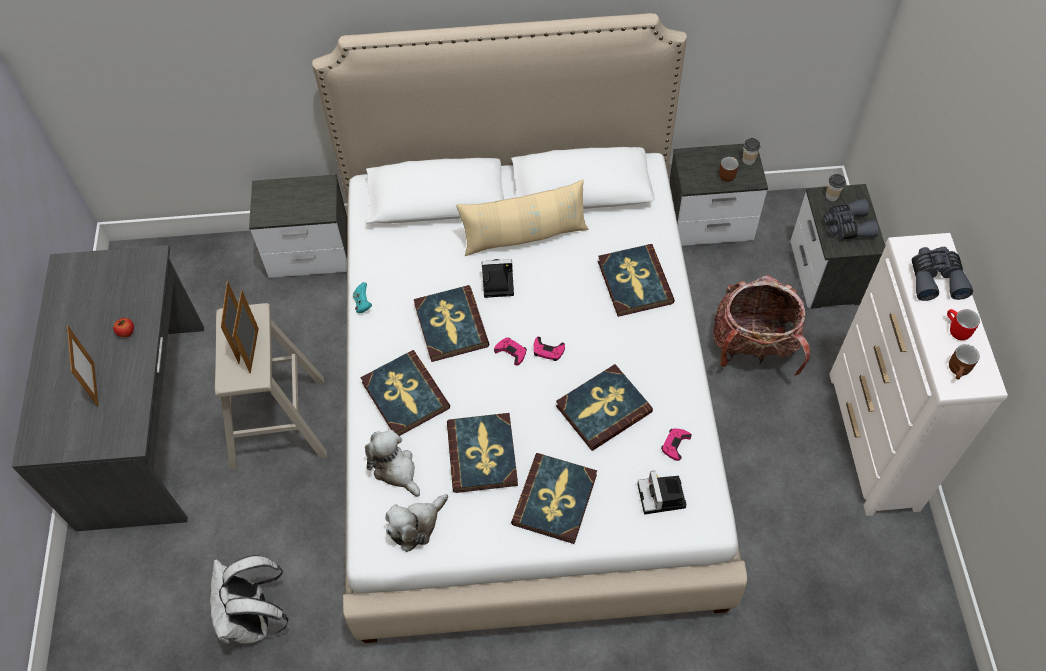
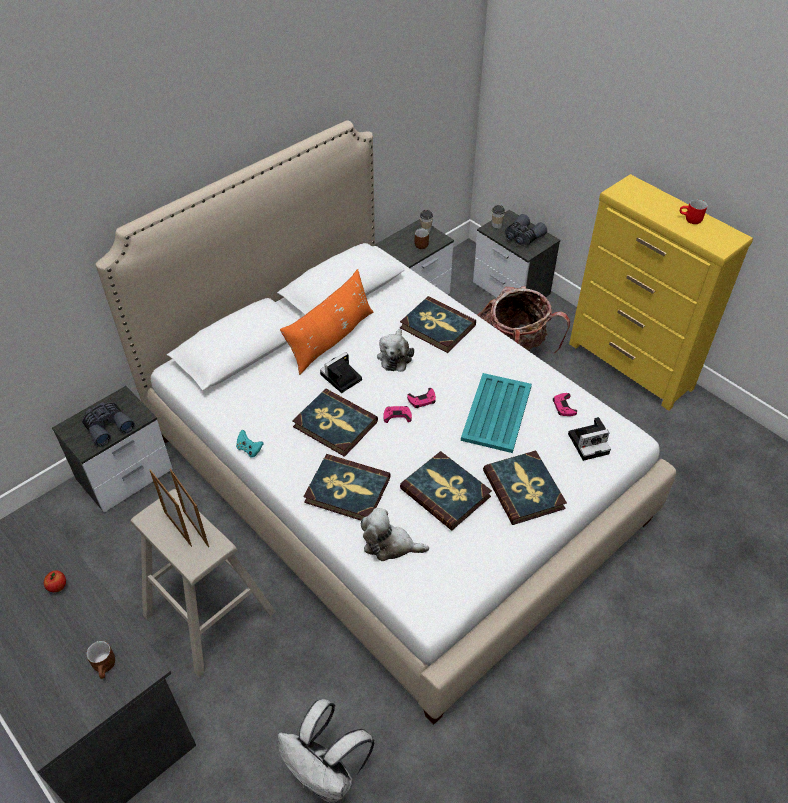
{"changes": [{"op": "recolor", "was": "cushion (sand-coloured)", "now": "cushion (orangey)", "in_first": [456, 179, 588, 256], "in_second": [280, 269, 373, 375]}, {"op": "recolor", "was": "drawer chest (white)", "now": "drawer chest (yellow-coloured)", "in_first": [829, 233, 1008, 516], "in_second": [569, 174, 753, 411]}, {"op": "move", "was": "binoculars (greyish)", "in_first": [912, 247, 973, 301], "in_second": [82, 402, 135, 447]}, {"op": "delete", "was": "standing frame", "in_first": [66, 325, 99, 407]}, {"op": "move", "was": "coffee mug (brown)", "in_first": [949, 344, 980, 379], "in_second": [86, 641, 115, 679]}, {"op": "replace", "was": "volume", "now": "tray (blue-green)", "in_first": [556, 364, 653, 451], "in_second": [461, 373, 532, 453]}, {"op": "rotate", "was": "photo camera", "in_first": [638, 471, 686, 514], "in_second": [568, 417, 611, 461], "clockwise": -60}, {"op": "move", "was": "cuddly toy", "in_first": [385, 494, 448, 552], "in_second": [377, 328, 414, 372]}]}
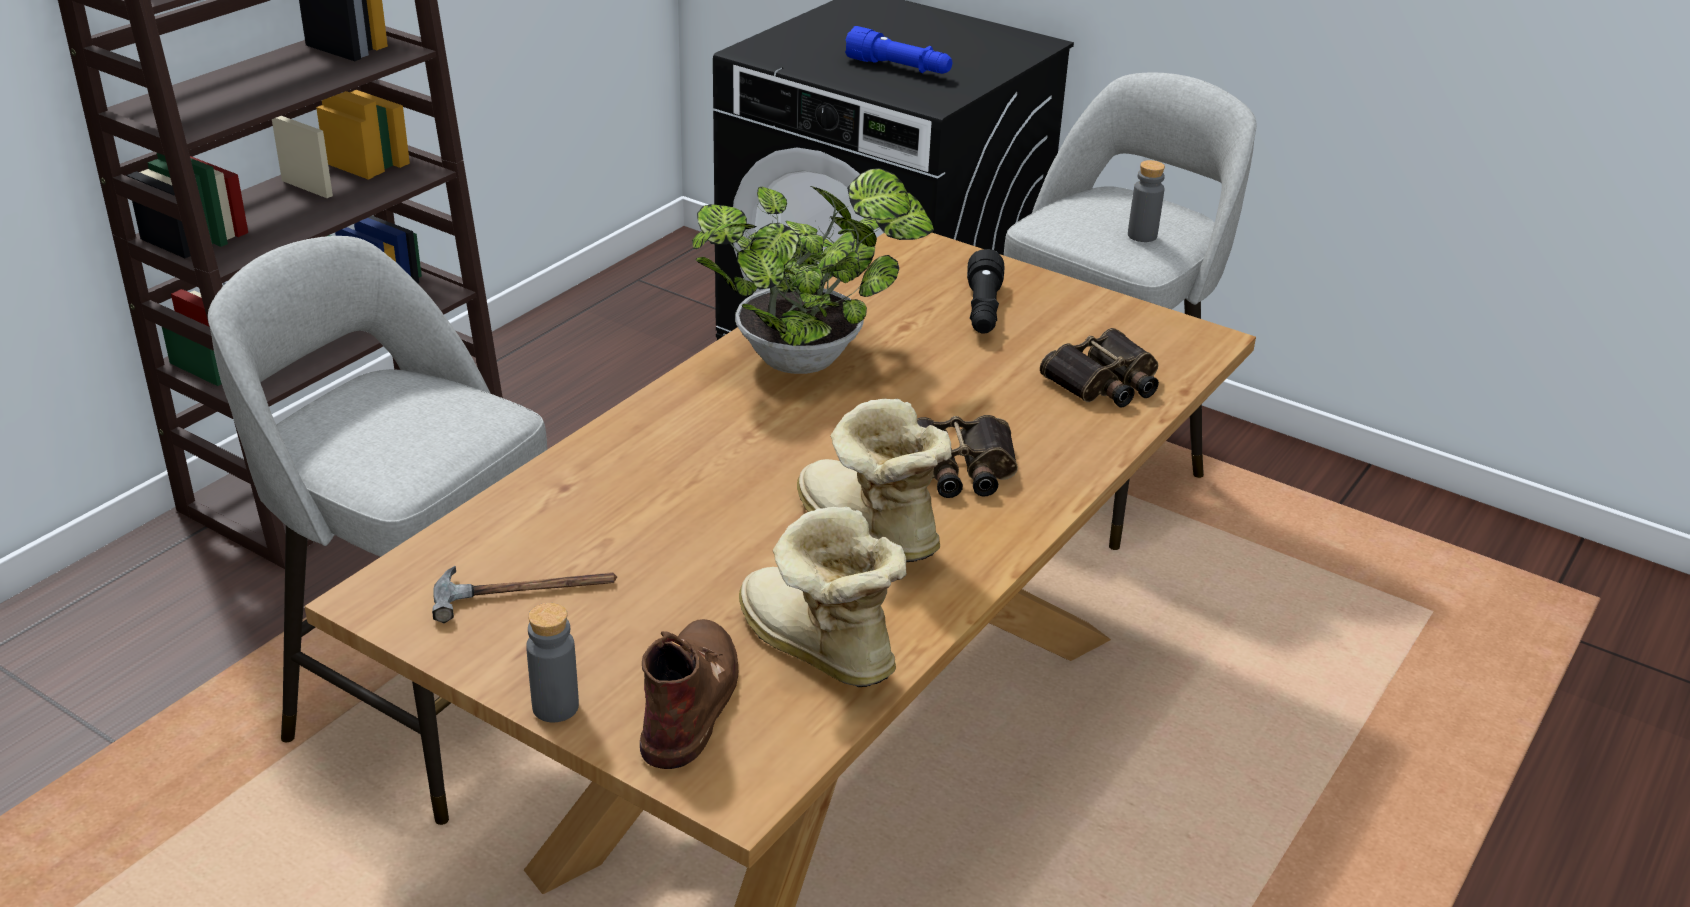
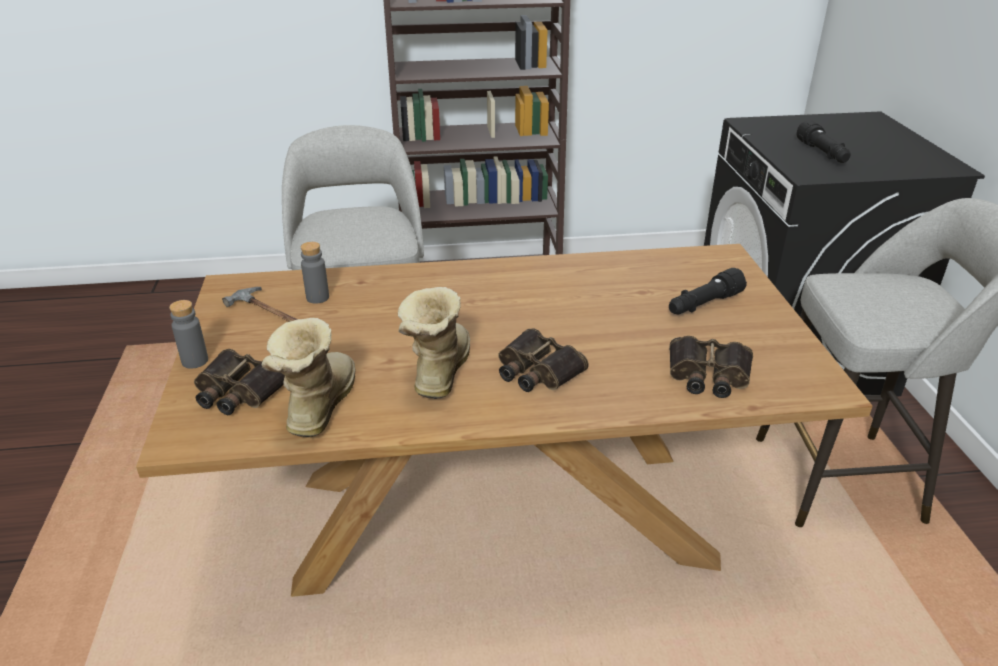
{"changes": [{"op": "recolor", "was": "torch (blue-coloured)", "now": "torch (black)", "in_first": [845, 26, 952, 74], "in_second": [796, 120, 851, 163]}, {"op": "move", "was": "bottle (greyish)", "in_first": [1128, 160, 1165, 242], "in_second": [301, 242, 329, 304]}, {"op": "delete", "was": "houseplant", "in_first": [692, 168, 934, 374]}, {"op": "replace", "was": "high-top boot (brown)", "now": "binoculars", "in_first": [640, 619, 738, 769], "in_second": [194, 349, 285, 415]}]}
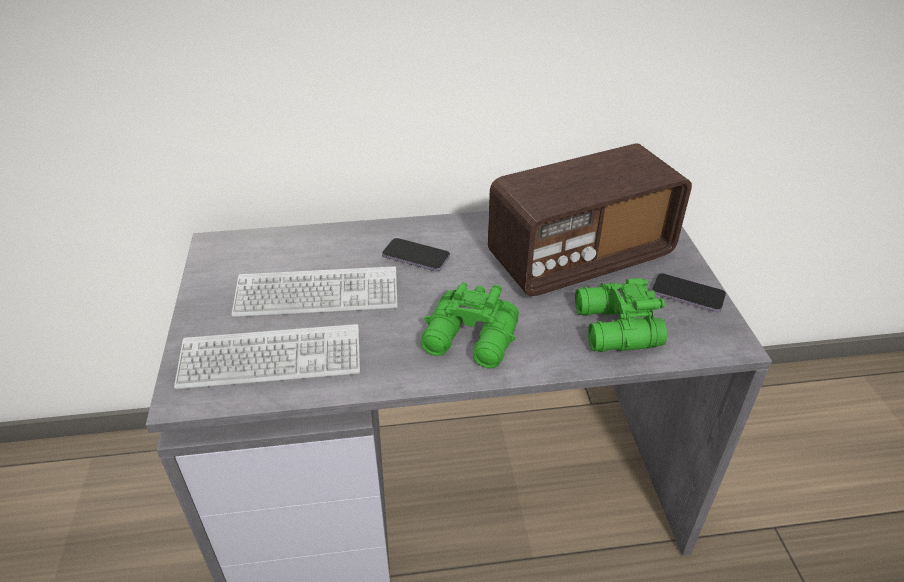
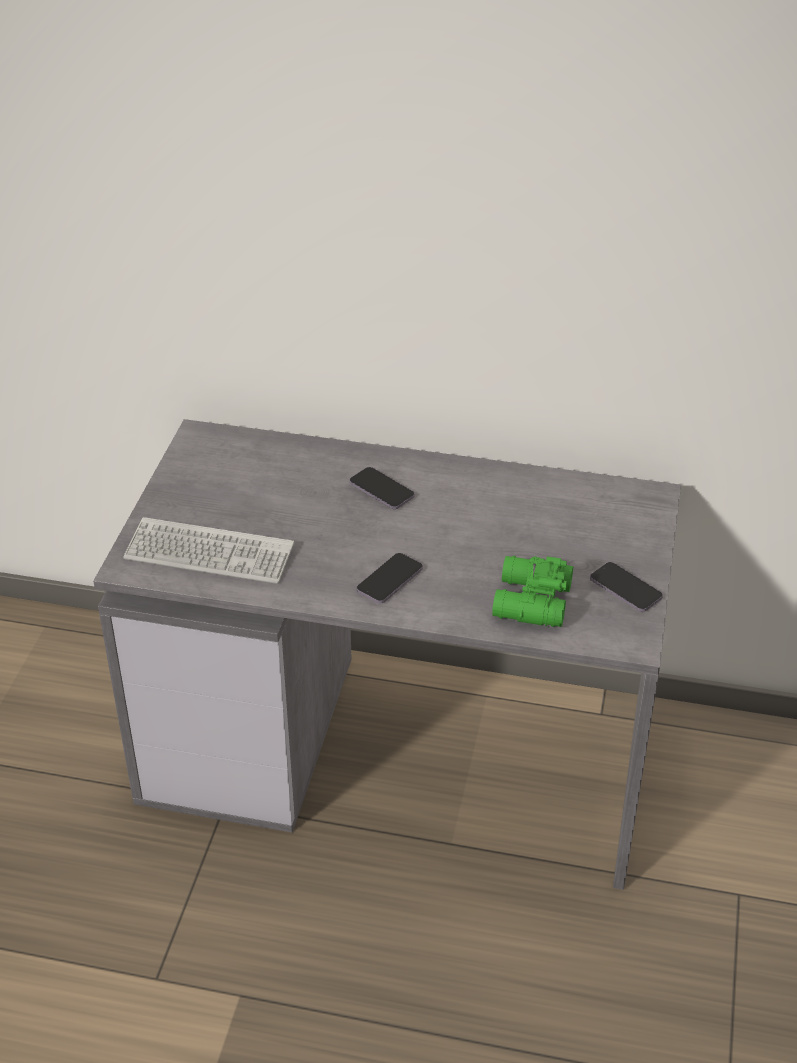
{"changes": [{"op": "delete", "was": "radio set", "in_first": [488, 144, 692, 296]}, {"op": "delete", "was": "keyboard", "in_first": [232, 266, 398, 318]}, {"op": "replace", "was": "binoculars (green-coloured)", "now": "phone", "in_first": [421, 282, 519, 368], "in_second": [357, 553, 423, 604]}]}
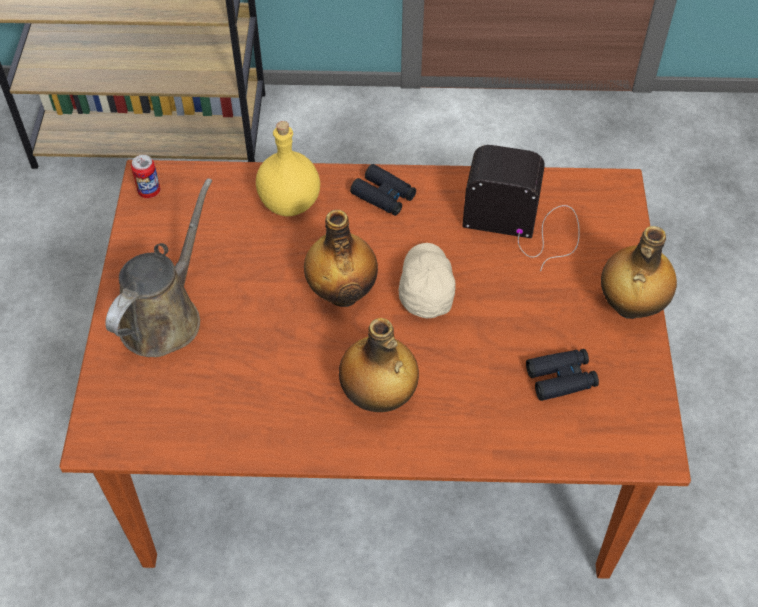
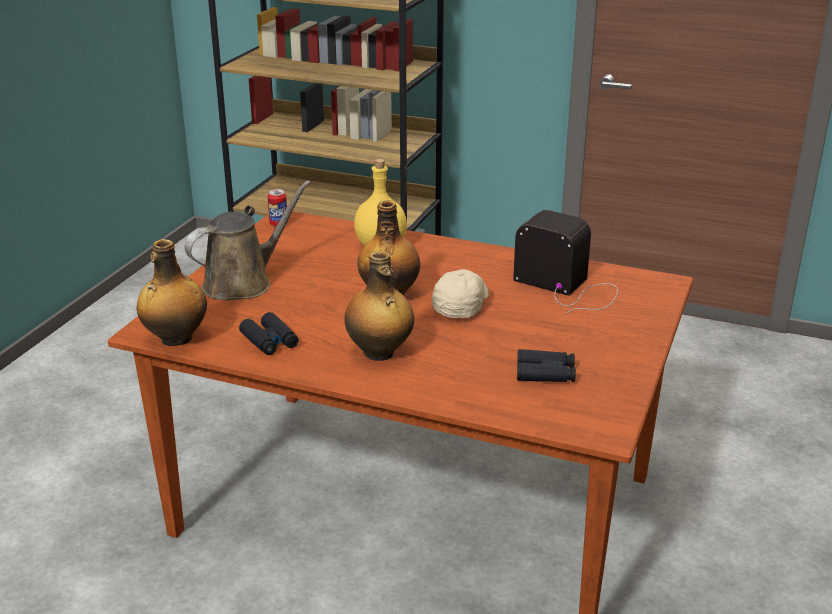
{"changes": [{"op": "move", "was": "binoculars (black)", "in_first": [350, 164, 416, 216], "in_second": [239, 312, 299, 355]}, {"op": "move", "was": "bottle", "in_first": [601, 226, 677, 319], "in_second": [137, 239, 207, 346]}]}
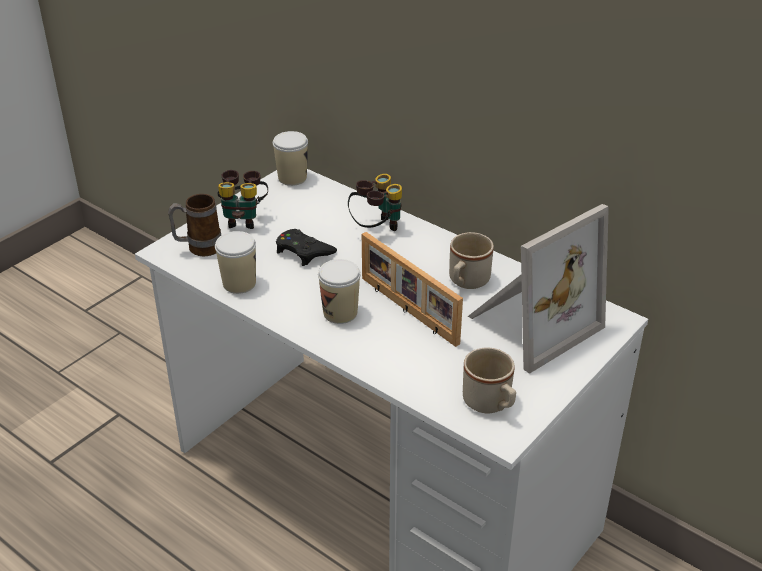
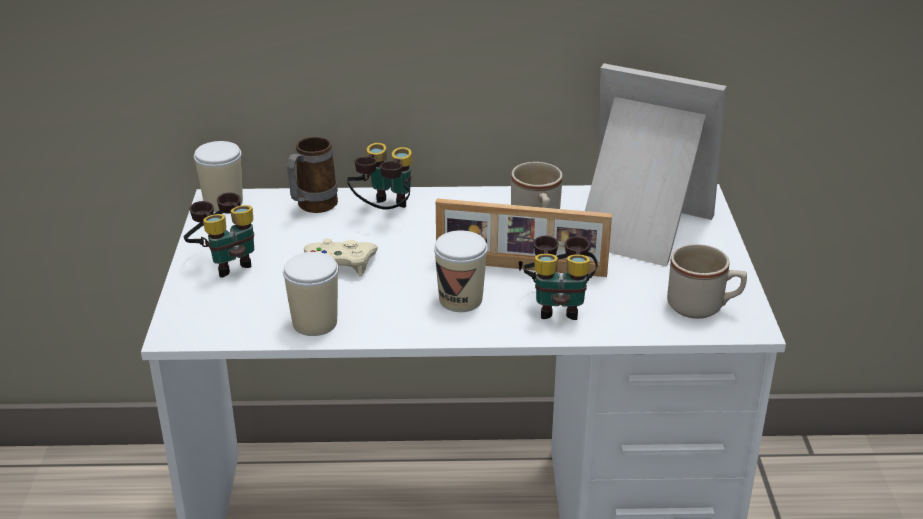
{"changes": [{"op": "move", "was": "coffee mug", "in_first": [168, 194, 221, 256], "in_second": [287, 137, 338, 213]}, {"op": "rotate", "was": "standing frame", "in_first": [468, 204, 609, 374], "in_second": [585, 63, 727, 266], "clockwise": -75}, {"op": "recolor", "was": "game controller (black)", "now": "game controller (sand-coloured)", "in_first": [276, 229, 337, 266], "in_second": [304, 238, 378, 276]}, {"op": "insert", "now": "binoculars", "in_second": [523, 236, 598, 320]}]}
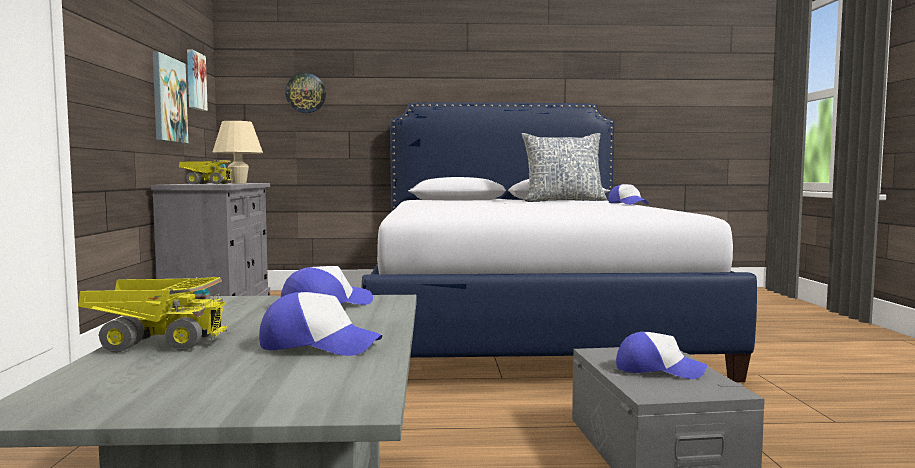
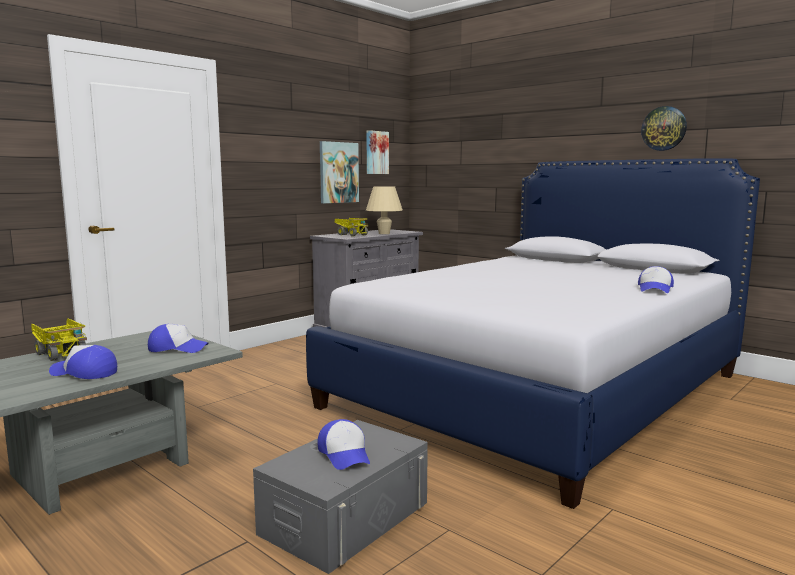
{"changes": [{"op": "move", "was": "wall clock", "in_first": [285, 73, 326, 113], "in_second": [641, 106, 687, 151]}, {"op": "delete", "was": "cushion", "in_first": [522, 133, 607, 202]}, {"op": "rotate", "was": "peaked cap", "in_first": [259, 292, 382, 356], "in_second": [49, 345, 117, 379], "clockwise": 135}]}
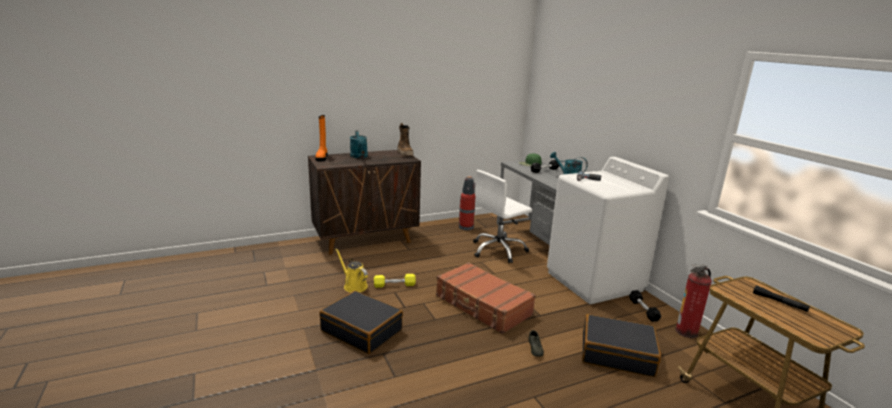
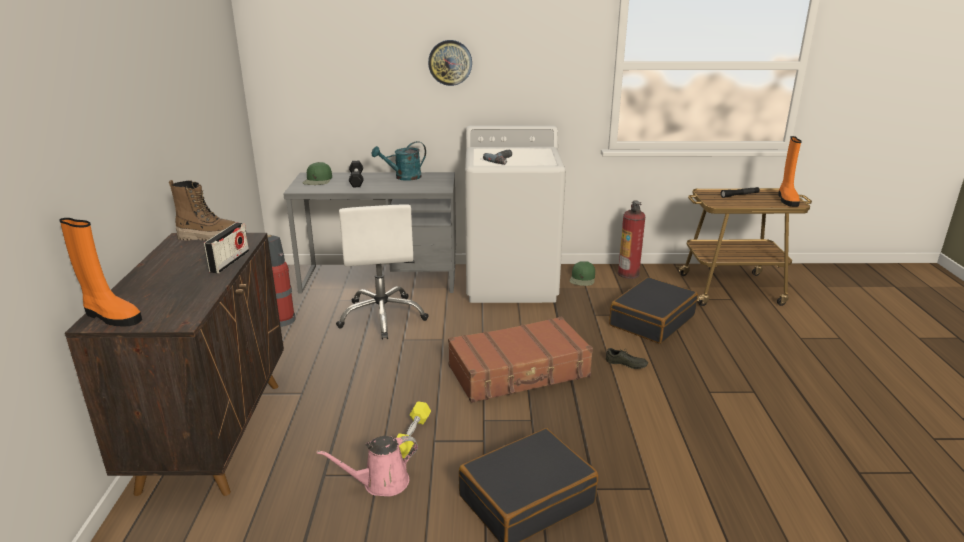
{"changes": [{"op": "delete", "was": "watering pot (blue-green)", "in_first": [350, 130, 368, 158]}, {"op": "recolor", "was": "watering pot (yellow-coloured)", "now": "watering pot (pink-coloured)", "in_first": [335, 248, 368, 293], "in_second": [317, 436, 418, 496]}, {"op": "replace", "was": "free weight (black)", "now": "peaked cap (green-coloured)", "in_first": [629, 290, 661, 322], "in_second": [570, 261, 595, 286]}, {"op": "insert", "now": "wall clock", "in_second": [428, 40, 472, 86]}, {"op": "insert", "now": "high-top boot (orangey)", "in_second": [778, 136, 802, 207]}, {"op": "insert", "now": "radio set", "in_second": [204, 222, 249, 273]}]}
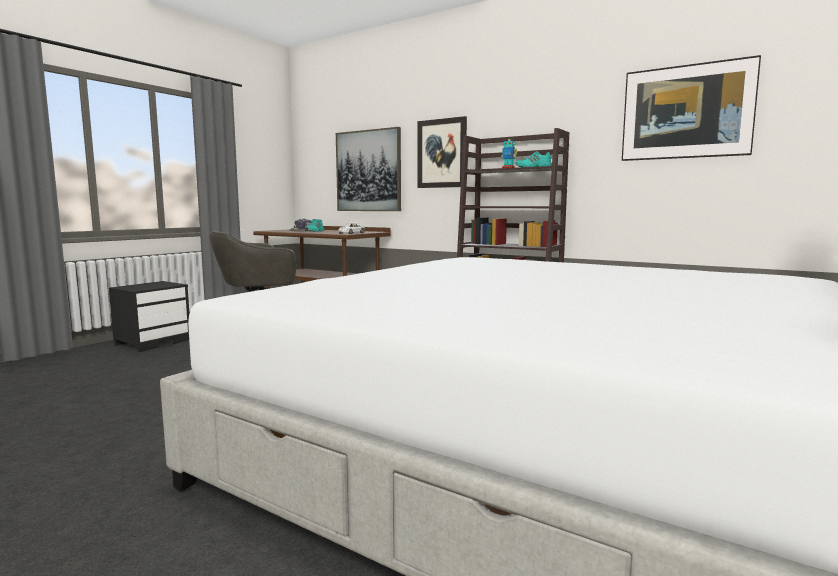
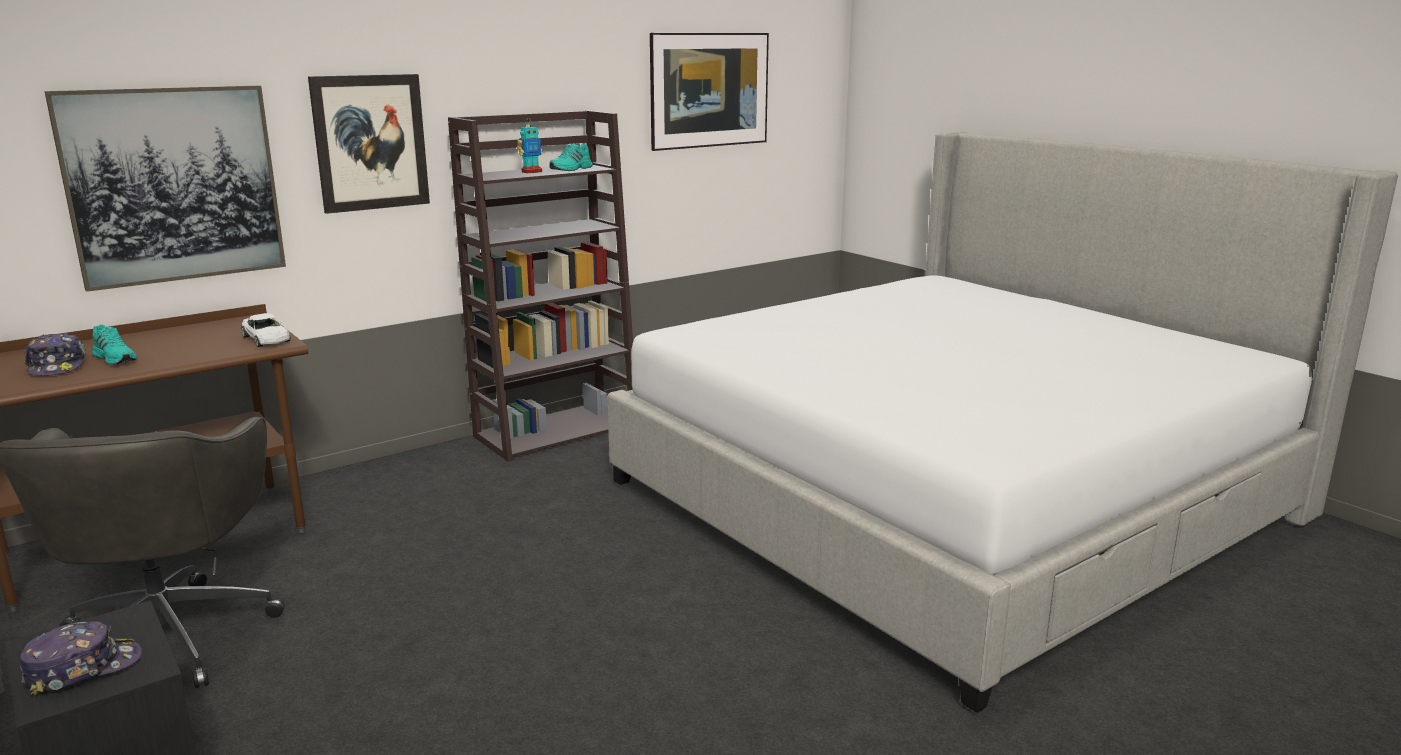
{"changes": [{"op": "insert", "now": "peaked cap", "in_second": [20, 621, 142, 696]}]}
